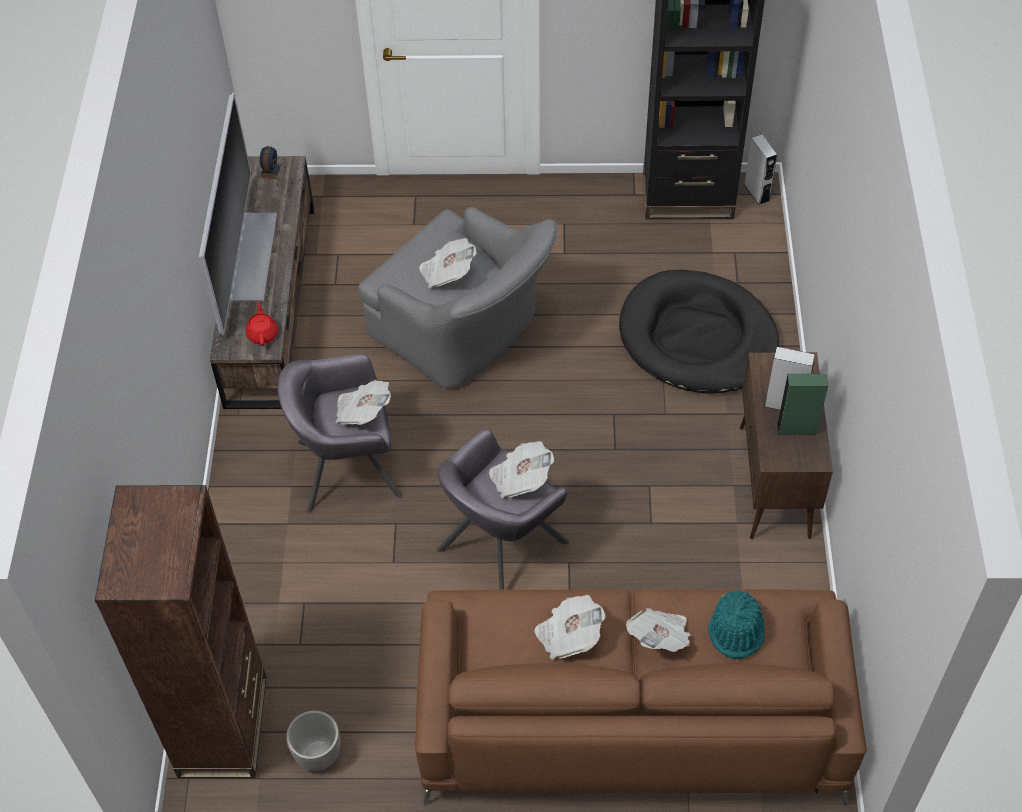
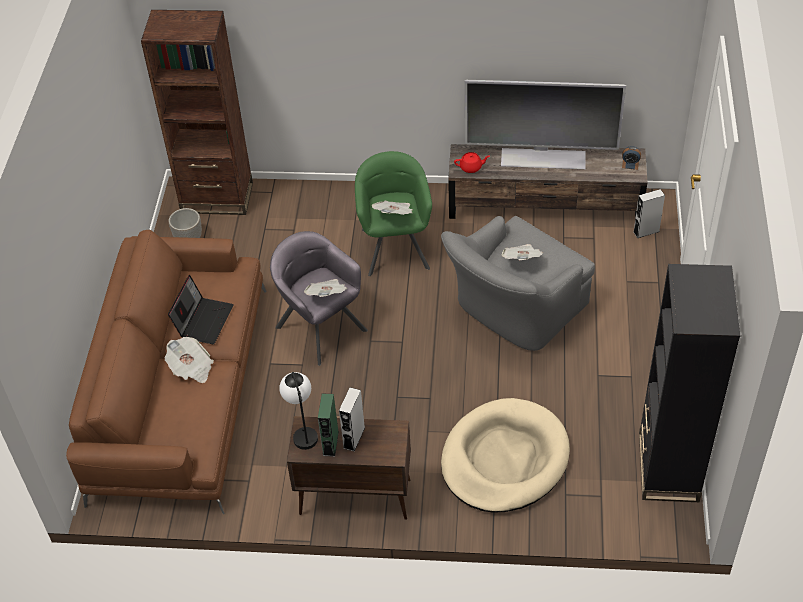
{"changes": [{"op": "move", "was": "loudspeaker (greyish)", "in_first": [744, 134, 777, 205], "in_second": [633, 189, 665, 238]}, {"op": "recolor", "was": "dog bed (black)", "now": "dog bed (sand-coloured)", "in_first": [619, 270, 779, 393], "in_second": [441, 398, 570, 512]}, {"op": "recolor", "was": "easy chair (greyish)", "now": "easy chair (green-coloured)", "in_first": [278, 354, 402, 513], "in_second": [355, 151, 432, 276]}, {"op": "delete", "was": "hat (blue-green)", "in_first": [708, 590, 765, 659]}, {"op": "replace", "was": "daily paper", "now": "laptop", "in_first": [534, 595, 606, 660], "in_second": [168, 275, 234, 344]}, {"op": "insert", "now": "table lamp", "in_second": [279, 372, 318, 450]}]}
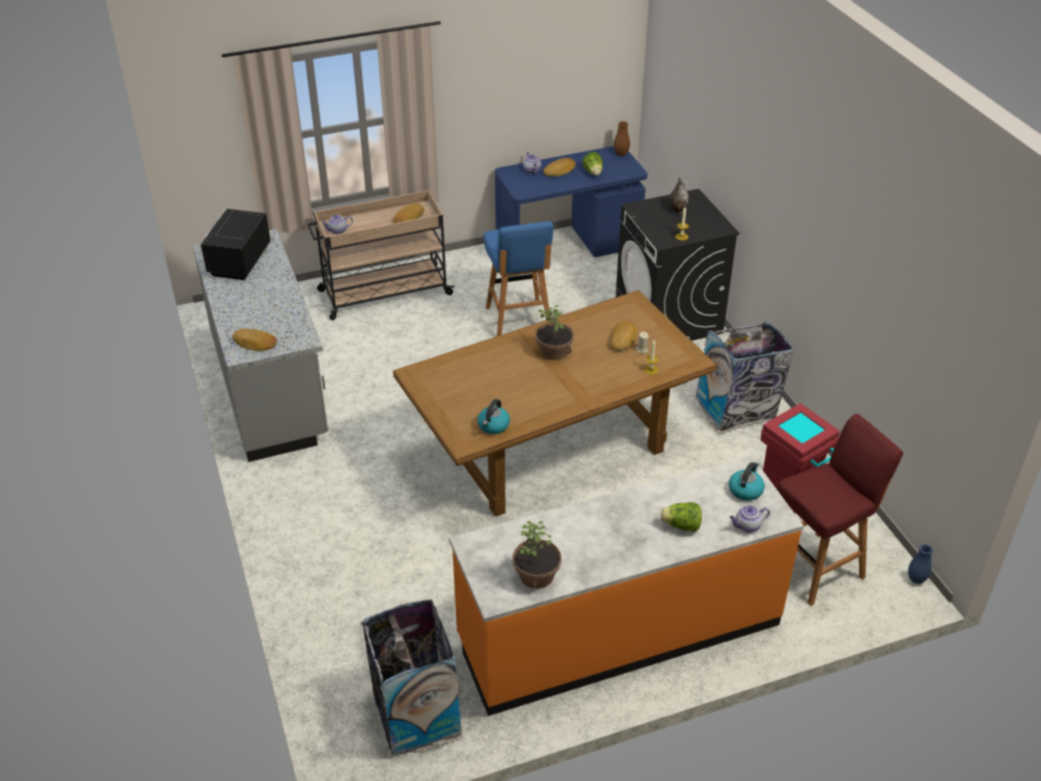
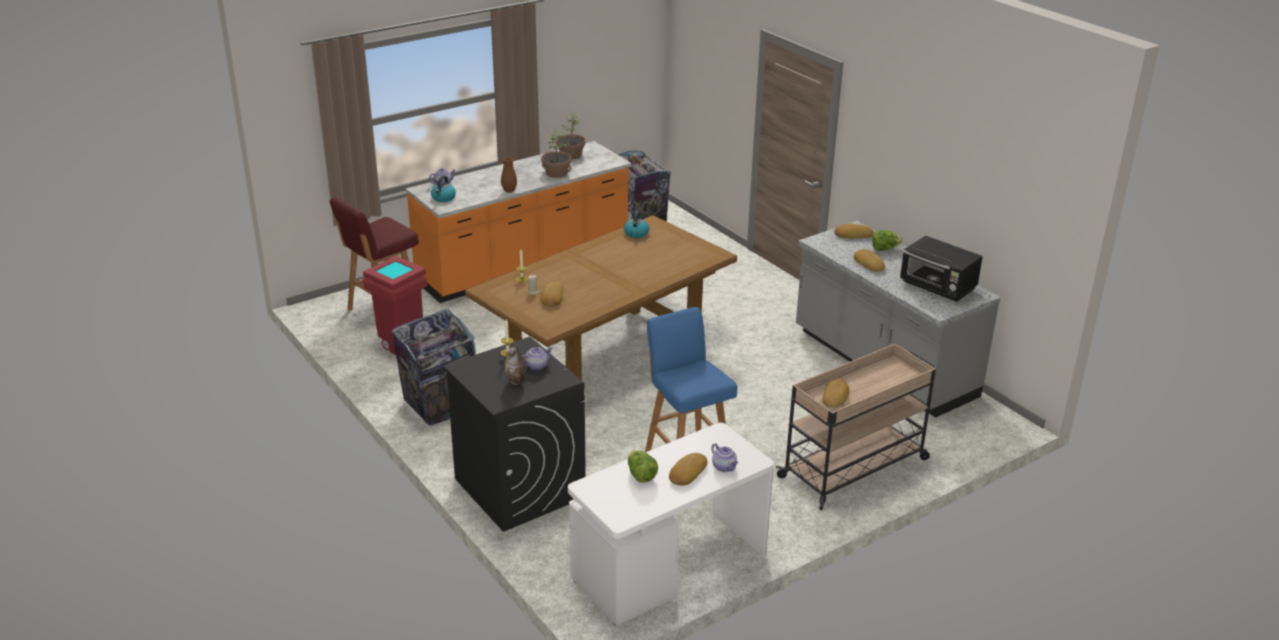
{"changes": [{"op": "move", "was": "vase (brown)", "in_first": [614, 121, 630, 156], "in_second": [501, 158, 517, 193]}, {"op": "recolor", "was": "desk table (blue-coloured)", "now": "desk table (white)", "in_first": [495, 146, 647, 257], "in_second": [568, 423, 774, 626]}, {"op": "rotate", "was": "microwave (black)", "in_first": [201, 209, 271, 280], "in_second": [900, 236, 983, 302], "clockwise": 135}, {"op": "move", "was": "teapot", "in_first": [321, 215, 353, 234], "in_second": [522, 347, 553, 371]}, {"op": "move", "was": "houseplant", "in_first": [535, 305, 574, 360], "in_second": [541, 130, 572, 178]}, {"op": "move", "was": "head of lettuce", "in_first": [660, 502, 702, 532], "in_second": [872, 230, 902, 251]}, {"op": "delete", "was": "vase (blue-coloured)", "in_first": [908, 544, 933, 584]}, {"op": "insert", "now": "bakery bread", "in_second": [854, 249, 885, 272]}]}
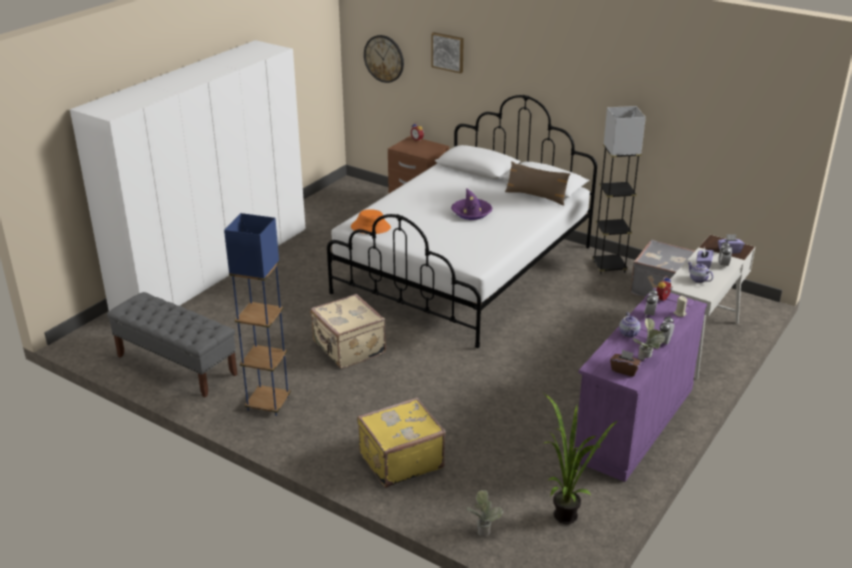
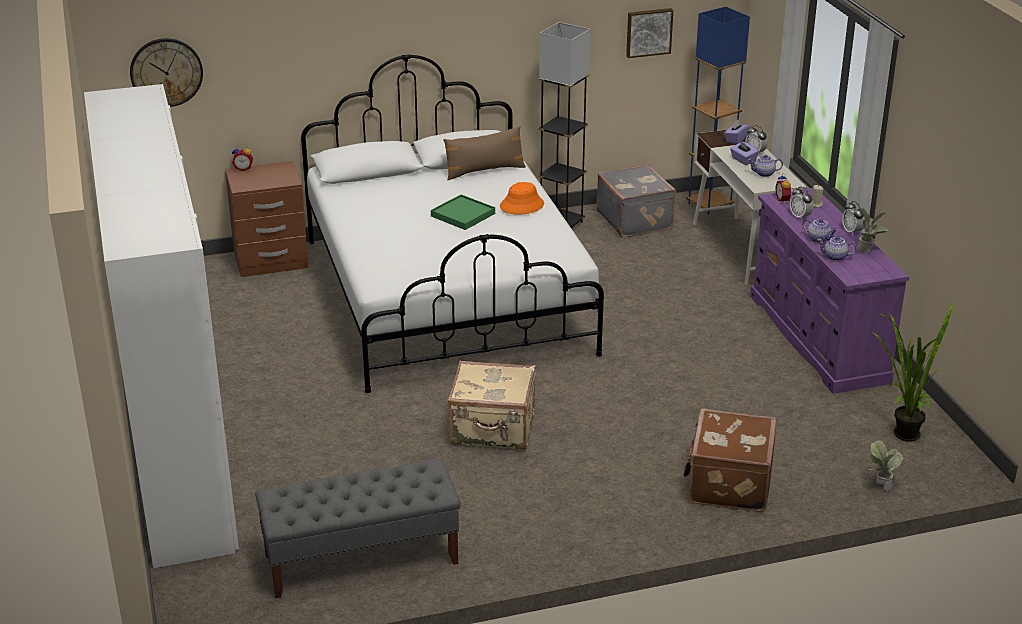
{"changes": [{"op": "move", "was": "wall art", "in_first": [432, 32, 464, 73], "in_second": [626, 8, 673, 58]}, {"op": "replace", "was": "hat (purple)", "now": "tray (green-coloured)", "in_first": [451, 188, 493, 220], "in_second": [431, 195, 495, 230]}, {"op": "move", "was": "hat (orangey)", "in_first": [351, 209, 391, 234], "in_second": [500, 182, 544, 215]}, {"op": "move", "was": "standing lamp (blue-coloured)", "in_first": [224, 213, 291, 416], "in_second": [686, 7, 750, 215]}, {"op": "delete", "was": "tissue box (brown)", "in_first": [610, 350, 641, 376]}, {"op": "recolor", "was": "travel case (yellow-coloured)", "now": "travel case (brown)", "in_first": [357, 397, 446, 488], "in_second": [683, 408, 776, 512]}, {"op": "insert", "now": "teapot", "in_second": [817, 236, 857, 261]}]}
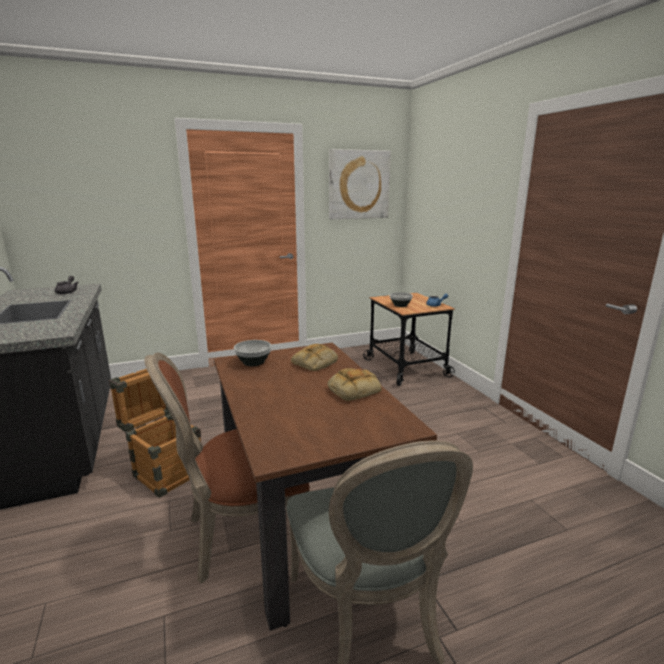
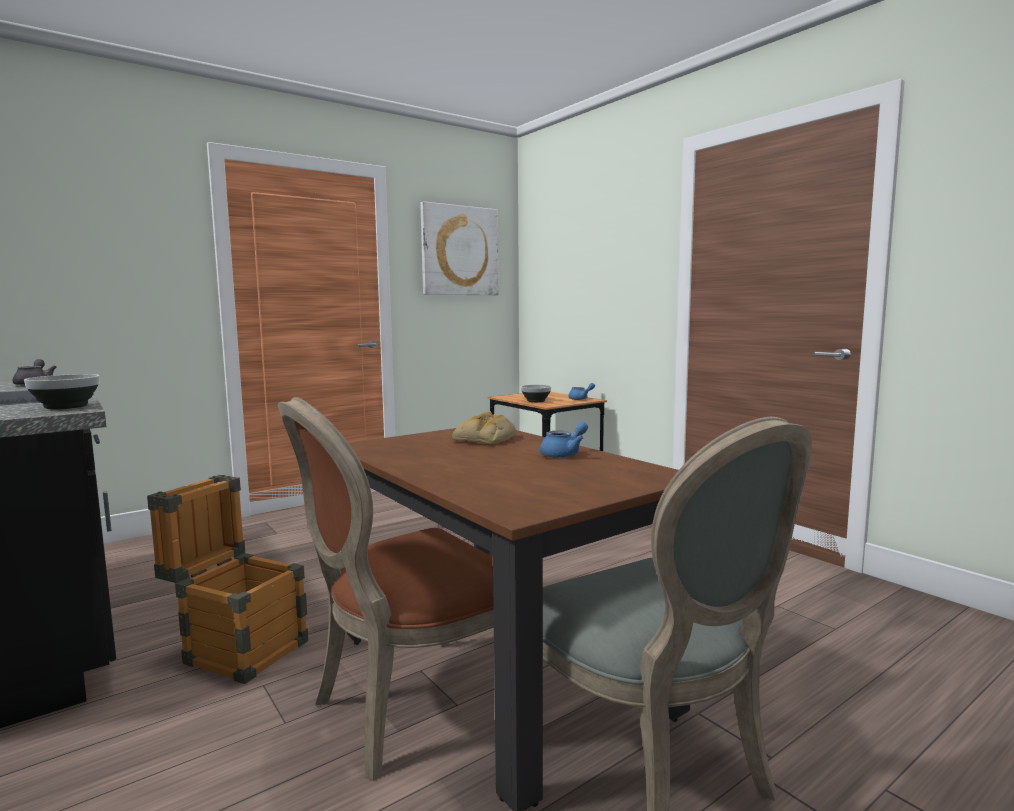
{"changes": [{"op": "move", "was": "deep dish", "in_first": [234, 340, 272, 366], "in_second": [24, 374, 100, 410]}, {"op": "replace", "was": "bakery bread", "now": "teapot (blue-coloured)", "in_first": [328, 368, 382, 401], "in_second": [540, 421, 588, 458]}]}
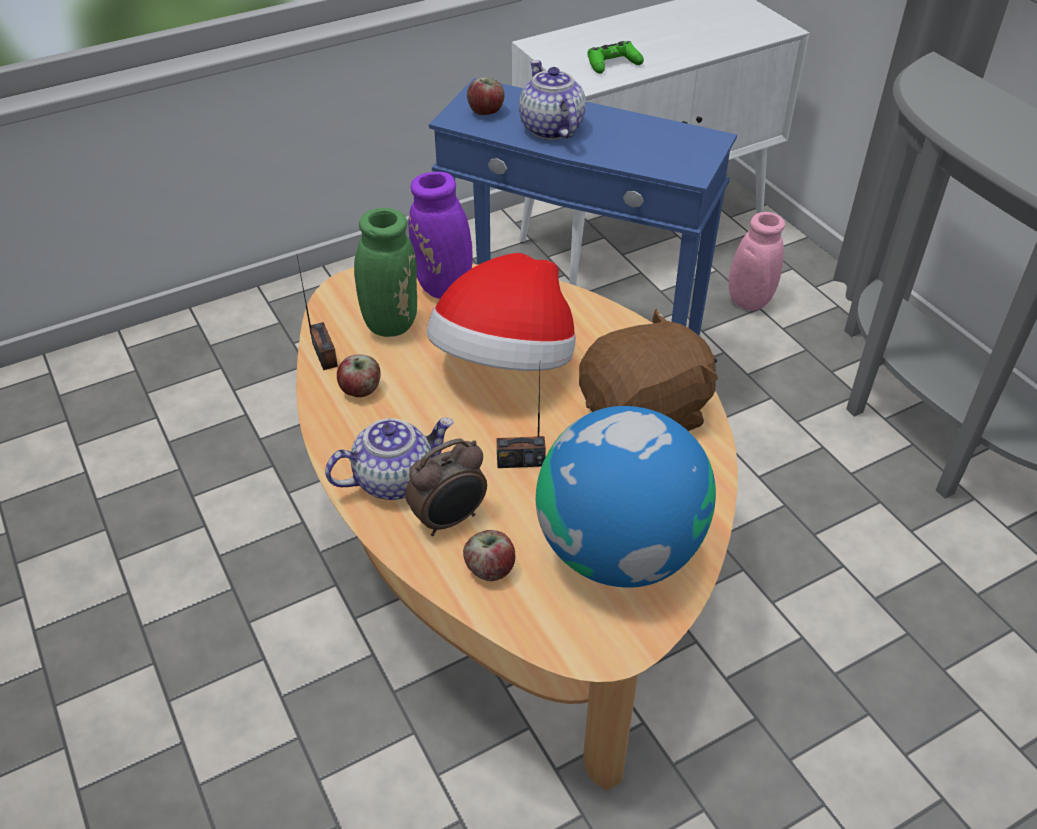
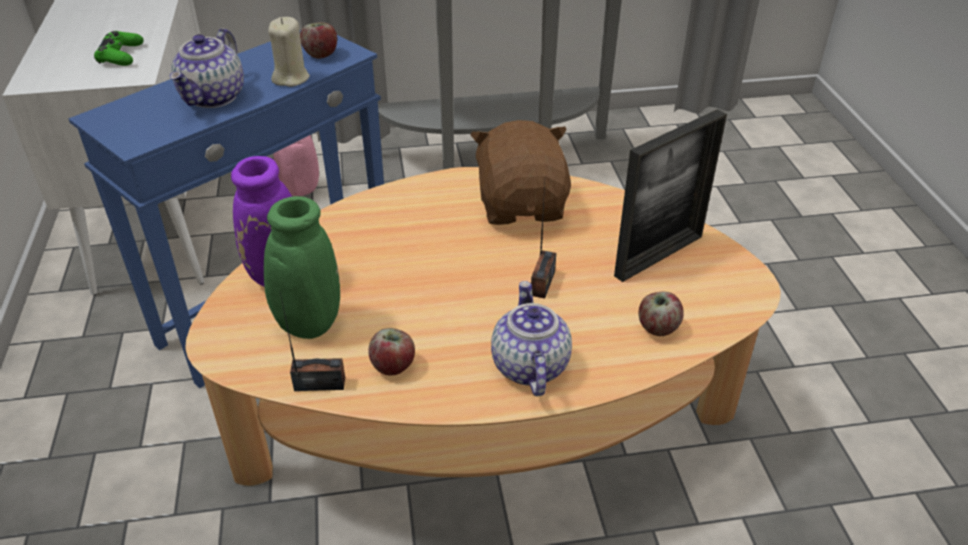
{"changes": [{"op": "rotate", "was": "teapot", "in_first": [519, 60, 586, 140], "in_second": [170, 28, 244, 108], "clockwise": -75}, {"op": "move", "was": "whole apple", "in_first": [467, 77, 505, 115], "in_second": [300, 22, 337, 59]}, {"op": "delete", "was": "hat", "in_first": [427, 253, 576, 371]}, {"op": "replace", "was": "desk globe", "now": "standing frame", "in_first": [536, 406, 716, 588], "in_second": [614, 109, 727, 282]}, {"op": "delete", "was": "table clock", "in_first": [405, 438, 487, 536]}, {"op": "insert", "now": "wax light (sand-coloured)", "in_second": [268, 17, 310, 87]}]}
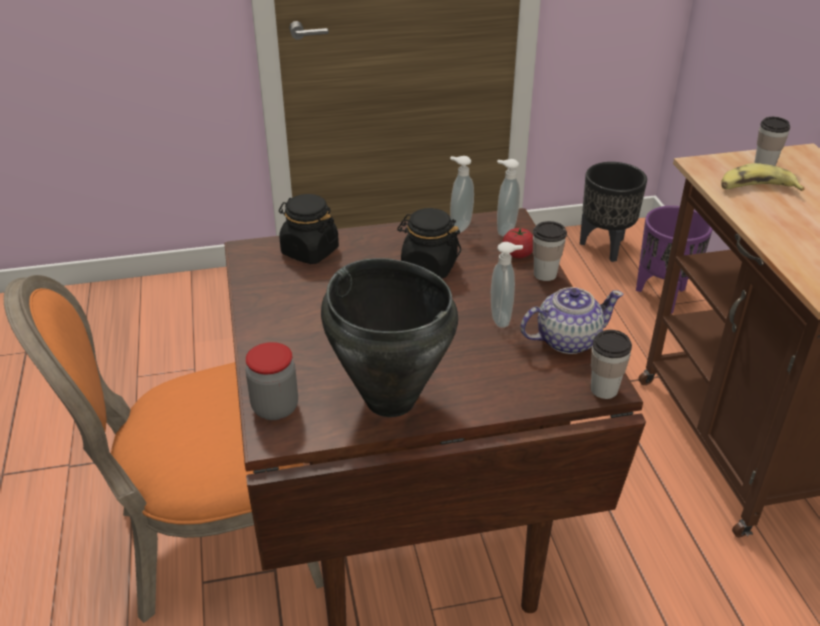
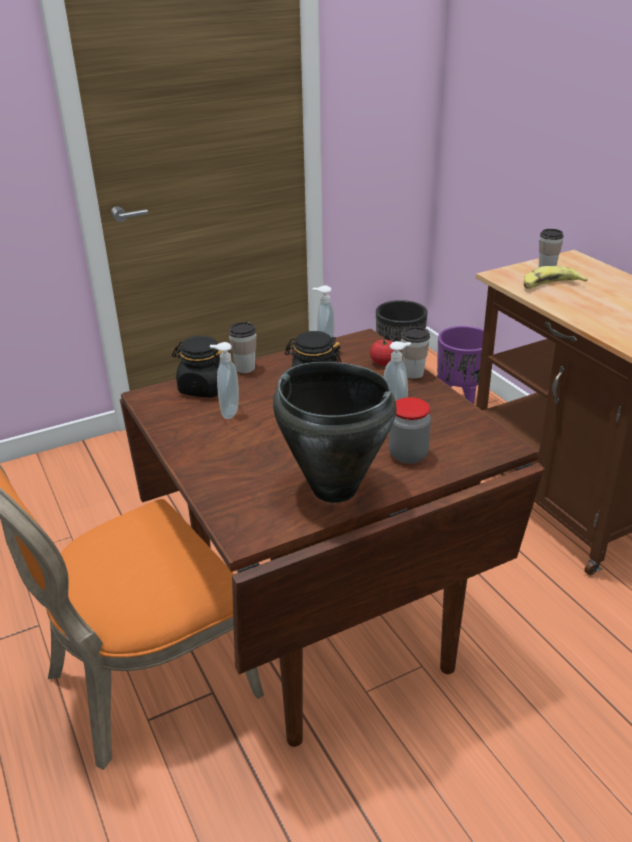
{"changes": [{"op": "move", "was": "soap dispenser", "in_first": [497, 159, 520, 237], "in_second": [210, 342, 239, 419]}, {"op": "delete", "was": "teapot", "in_first": [520, 287, 623, 354]}, {"op": "move", "was": "small cup", "in_first": [591, 330, 632, 399], "in_second": [229, 322, 256, 373]}, {"op": "move", "was": "jar", "in_first": [246, 342, 298, 420], "in_second": [389, 397, 431, 464]}]}
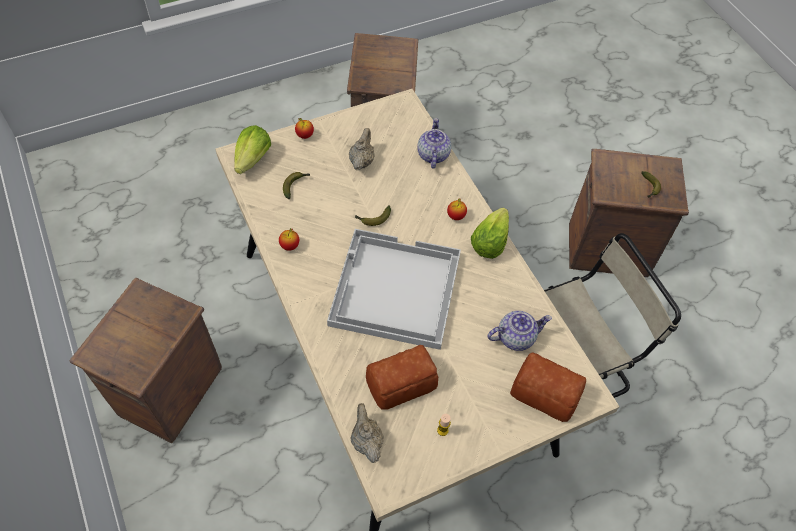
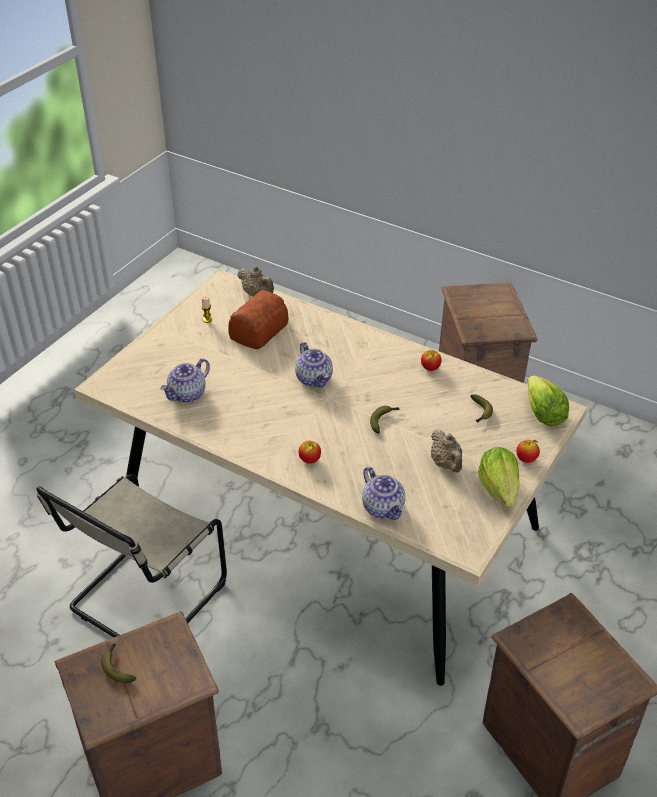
{"changes": [{"op": "move", "was": "head of lettuce", "in_first": [471, 208, 509, 259], "in_second": [478, 447, 520, 507]}, {"op": "replace", "was": "tray (white)", "now": "teapot", "in_first": [327, 229, 461, 350], "in_second": [295, 342, 333, 388]}, {"op": "delete", "was": "bakery bread", "in_first": [510, 352, 586, 422]}]}
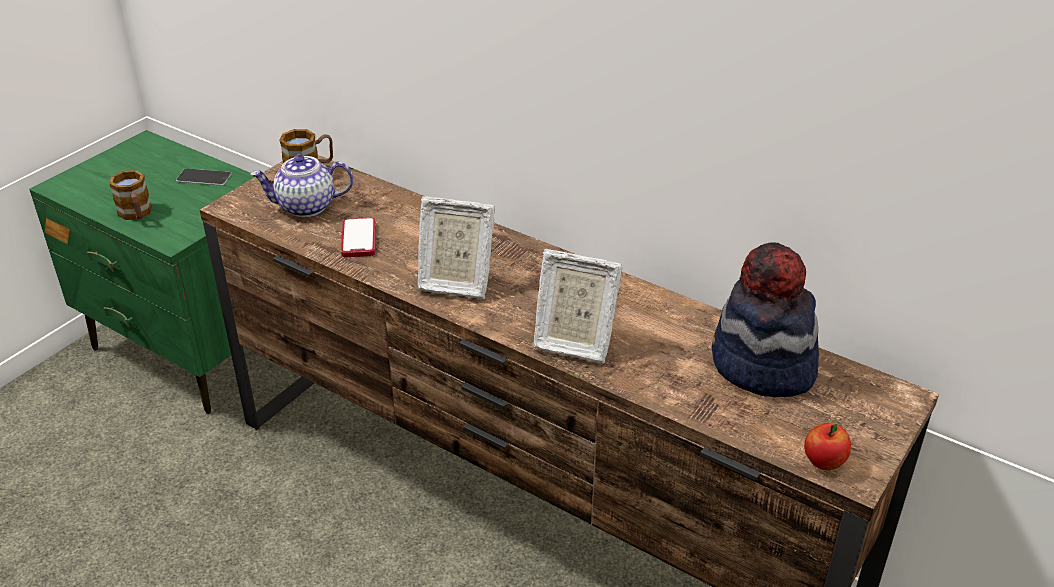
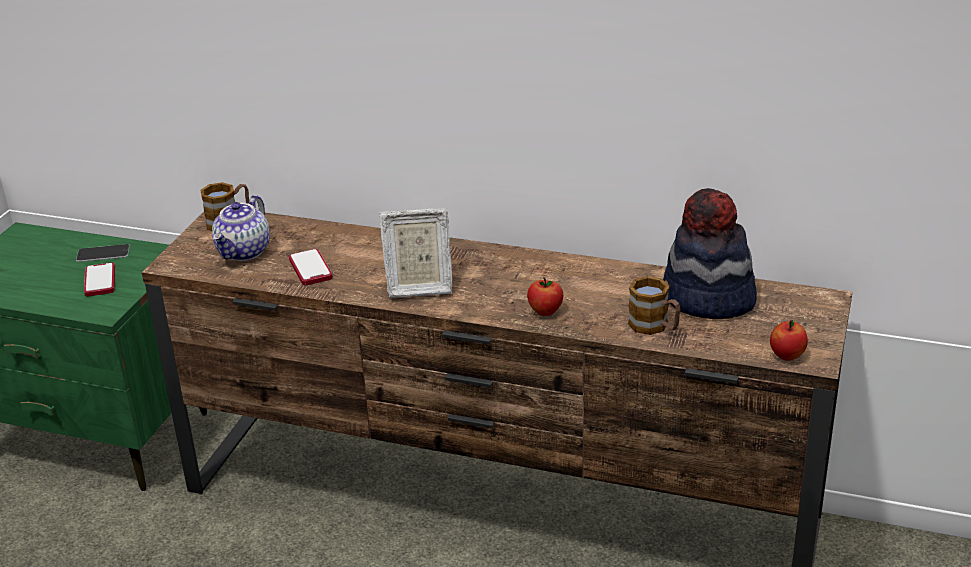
{"changes": [{"op": "rotate", "was": "teapot", "in_first": [250, 155, 354, 217], "in_second": [212, 195, 270, 261], "clockwise": -45}, {"op": "move", "was": "coffee mug", "in_first": [109, 170, 152, 220], "in_second": [628, 276, 681, 335]}, {"op": "replace", "was": "standing frame", "now": "whole apple", "in_first": [534, 249, 622, 363], "in_second": [527, 277, 563, 316]}, {"op": "insert", "now": "phone", "in_second": [84, 263, 115, 297]}]}
